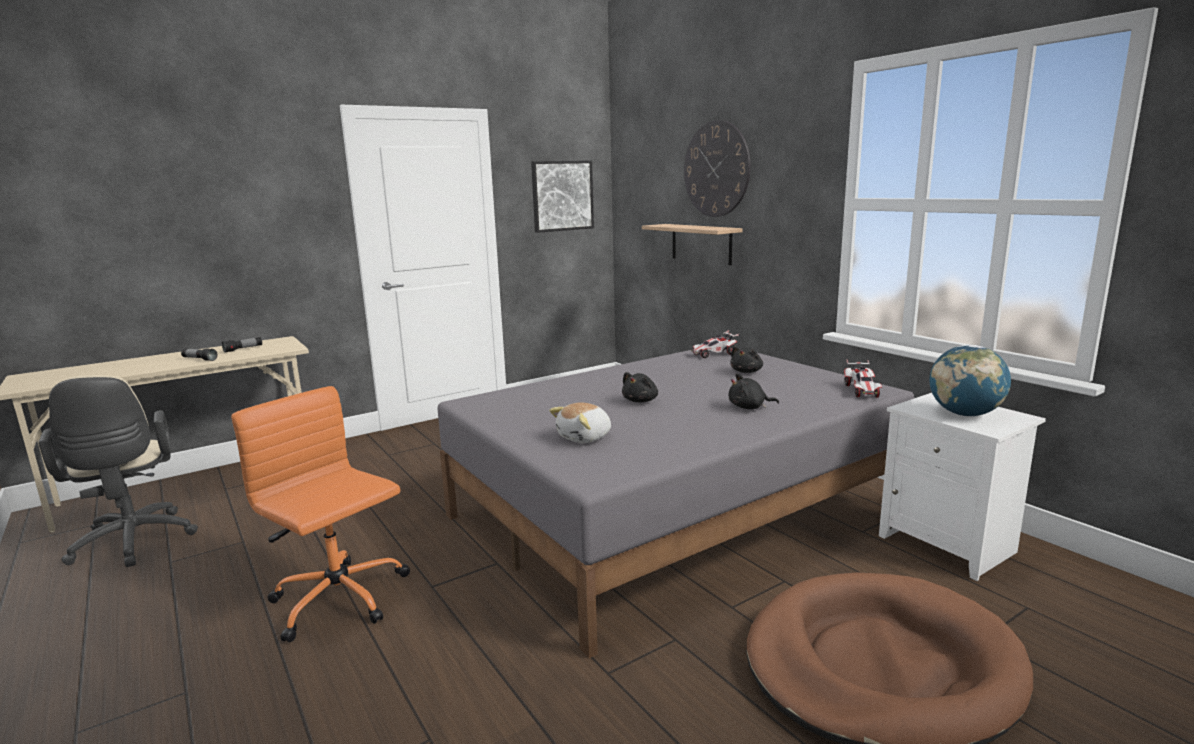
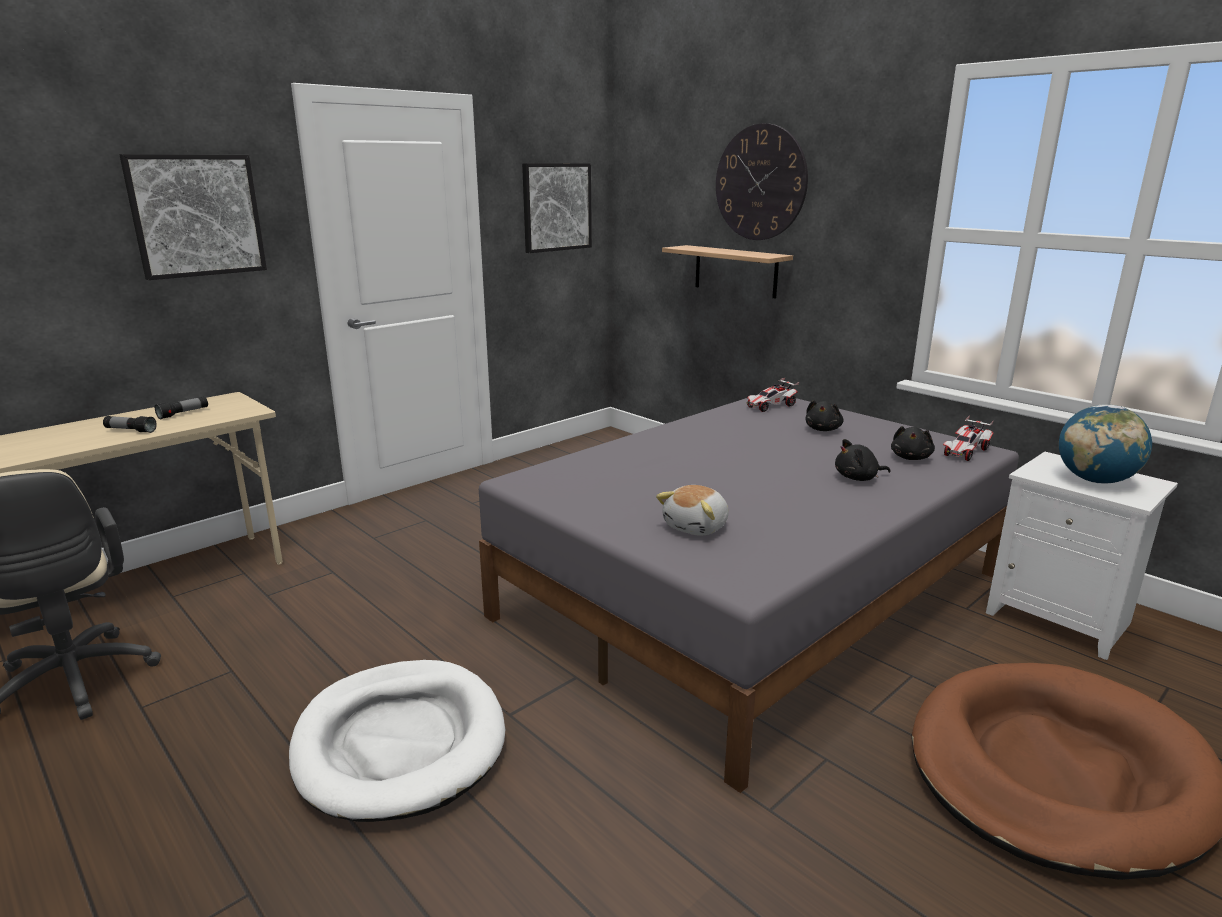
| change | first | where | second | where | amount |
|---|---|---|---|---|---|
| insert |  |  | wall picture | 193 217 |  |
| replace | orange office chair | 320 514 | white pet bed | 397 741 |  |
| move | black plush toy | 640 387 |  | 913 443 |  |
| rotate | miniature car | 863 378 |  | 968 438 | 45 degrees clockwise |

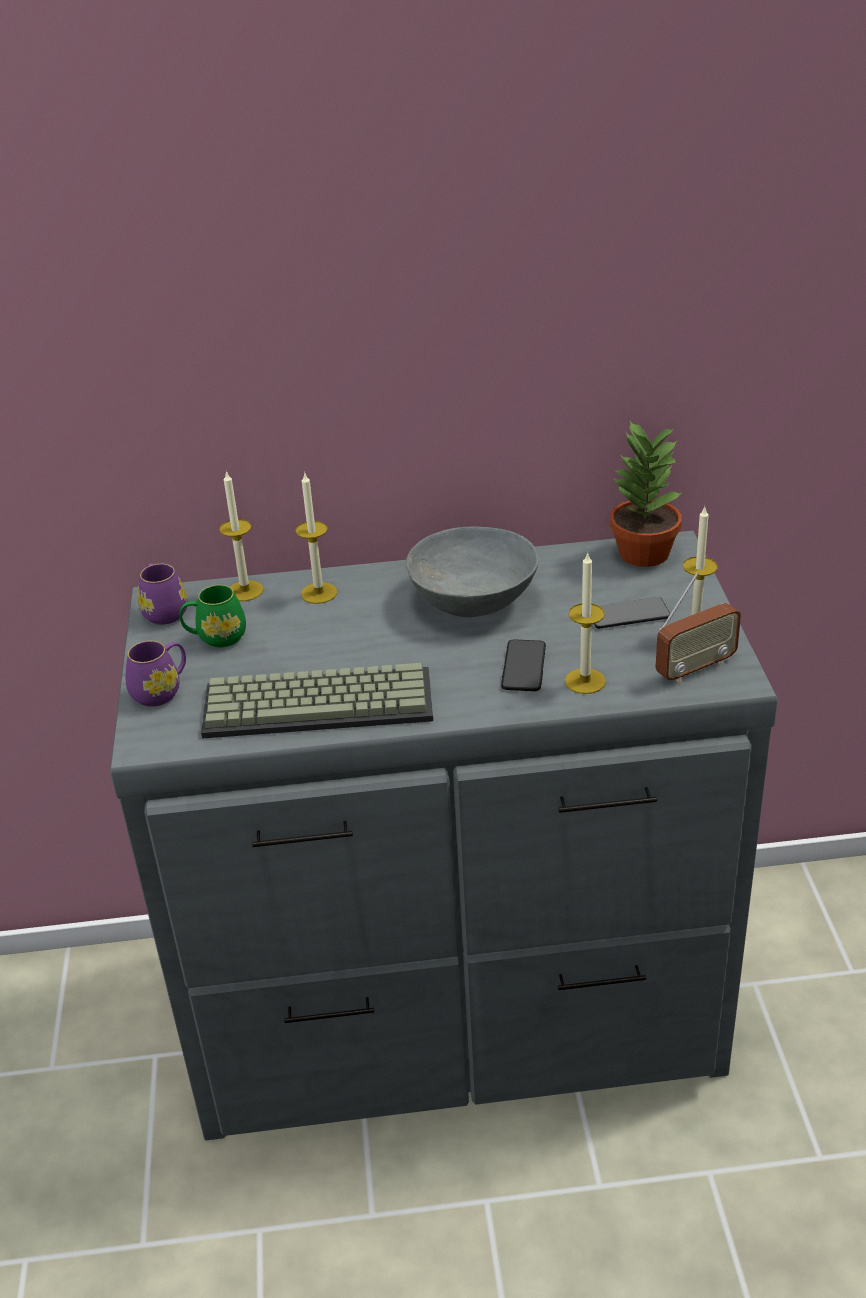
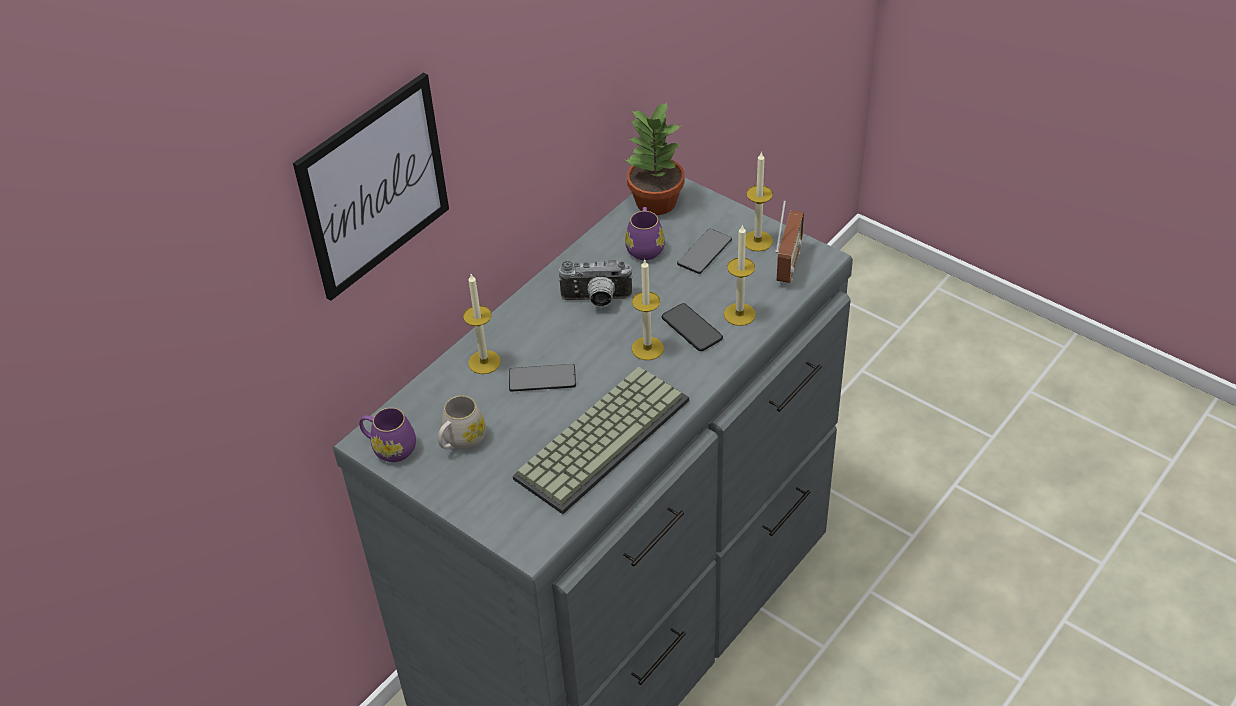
| change | first | where | second | where | amount |
|---|---|---|---|---|---|
| insert |  |  | wall picture | 371 186 |  |
| recolor | green coffee mug | 213 616 | white coffee mug | 462 422 |  |
| insert |  |  | telephone | 542 378 |  |
| replace | greyish deep dish | 472 571 | still camera | 595 283 |  |
| move | purple-coloured coffee mug | 156 674 |  | 645 233 |  |
| move | wax candle | 241 536 |  | 648 310 |  |

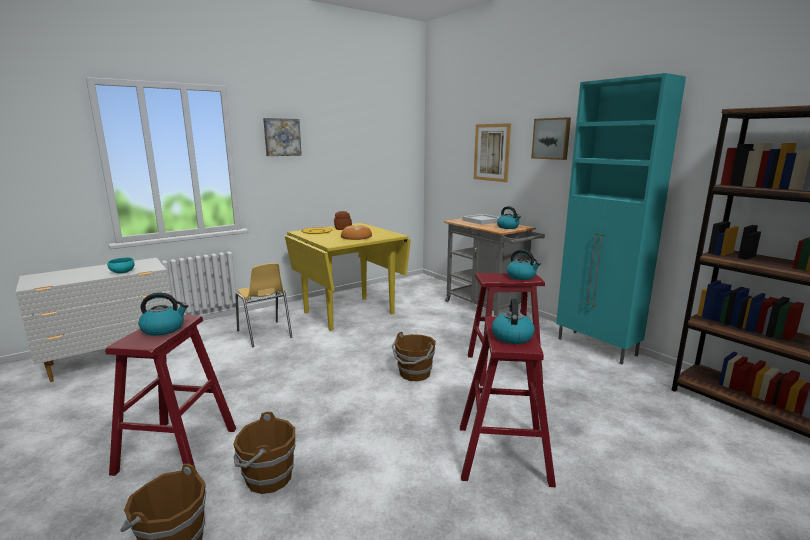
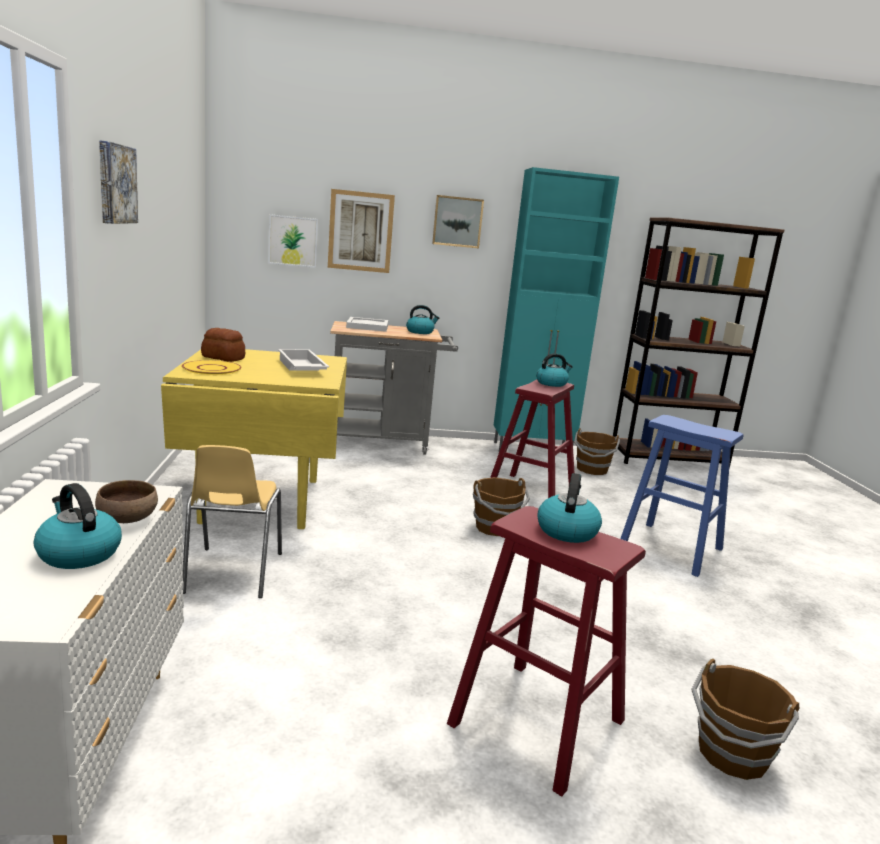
| change | first | where | second | where | amount |
|---|---|---|---|---|---|
| move | kettle | 513 321 |  | 78 526 |  |
| recolor | turquoise-coloured deep dish | 121 265 | brownish deep dish | 126 501 |  |
| rotate | yellow-coloured plain chair | 263 305 |  | 232 521 | 90 degrees clockwise |
| insert |  |  | wall picture | 293 241 |  |
| replace | bread | 356 232 | white serving tray | 303 360 |  |
| move | brownish bucket | 264 453 |  | 597 451 |  |
| recolor | reddish stool seat | 508 401 | blue stool seat | 682 496 |  |

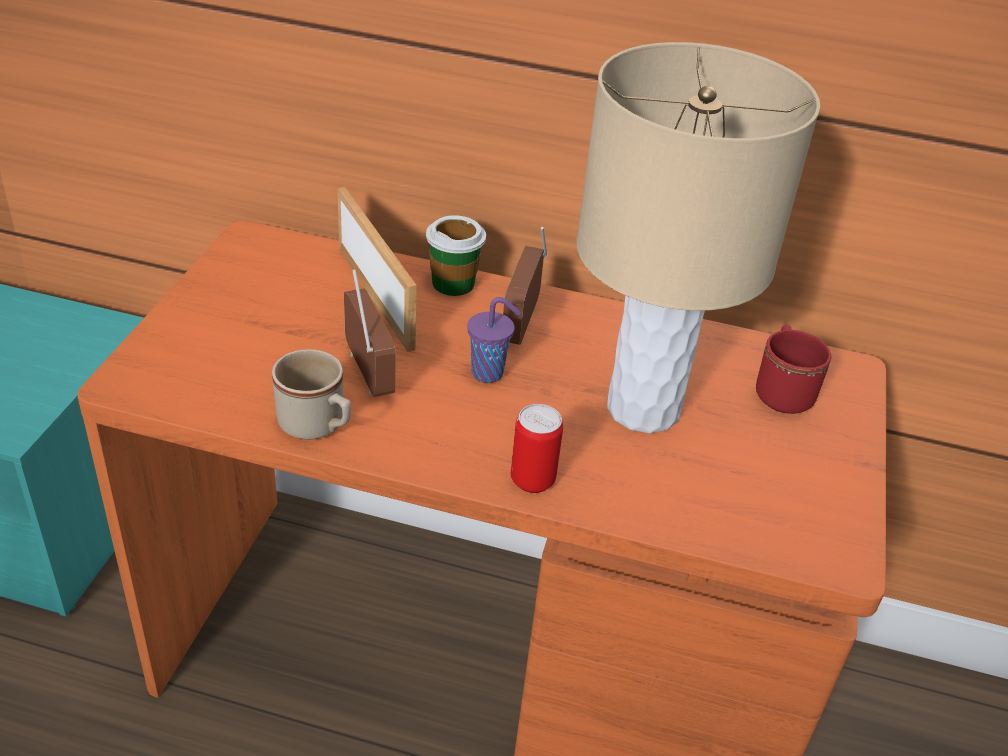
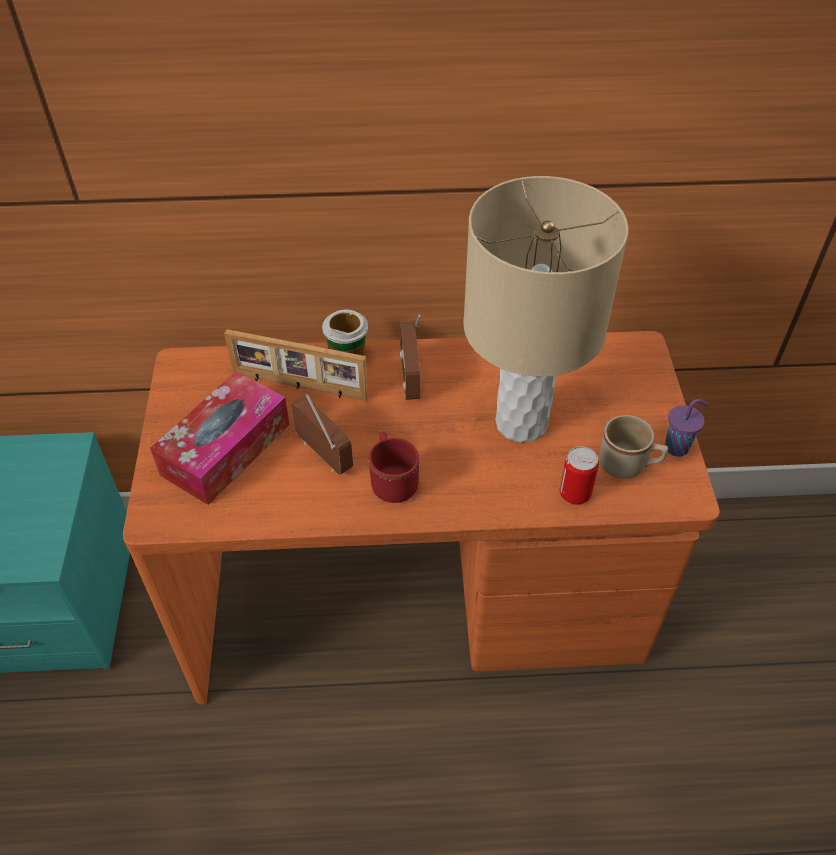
| change | first | where | second | where | amount |
|---|---|---|---|---|---|
| insert |  |  | tissue box | 220 438 |  |
| rotate | photo frame | 377 269 |  | 296 365 | 150 degrees clockwise |
| move | reddish coffee mug | 793 369 |  | 394 467 |  |
| move | sealed can | 537 448 |  | 579 475 |  |
| move | beige coffee mug | 311 394 |  | 633 447 |  |
| move | purple-coloured small cup | 494 340 |  | 687 428 |  |

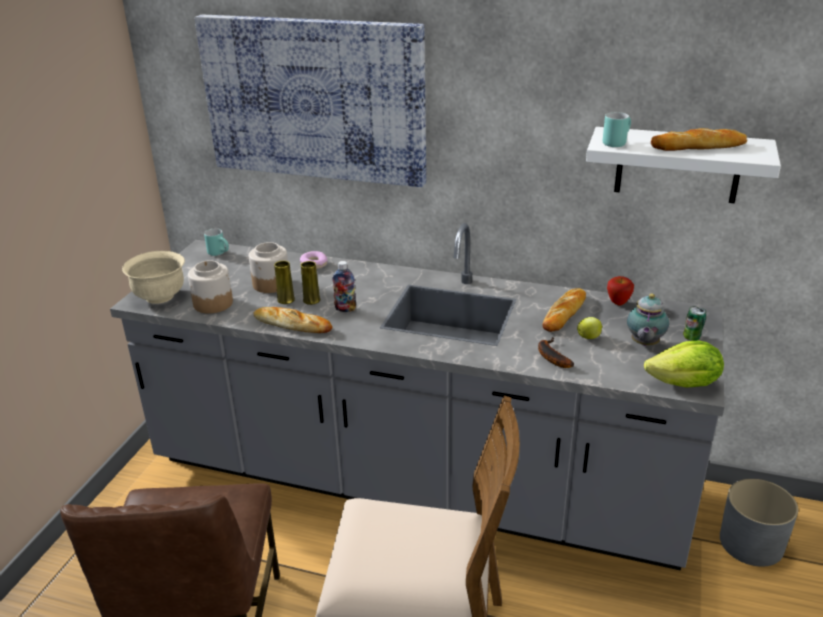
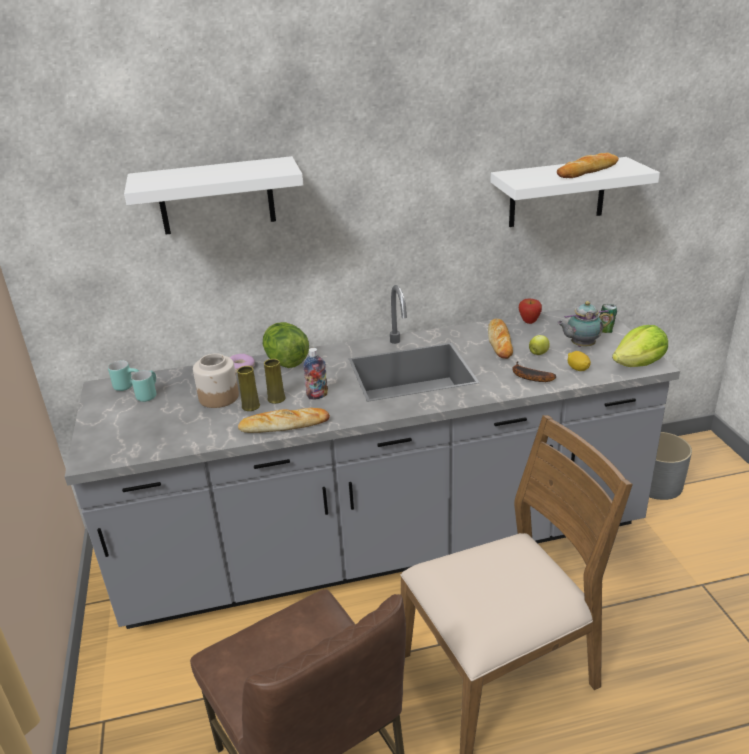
| change | first | where | second | where | amount |
|---|---|---|---|---|---|
| replace | wall picture | 310 101 | white wall shelf | 213 195 |  |
| move | turquoise-coloured coffee mug | 617 129 |  | 143 386 |  |
| insert |  |  | lettuce | 286 345 |  |
| rotate | tea pot | 648 320 |  | 584 324 | 90 degrees clockwise |
| insert |  |  | whole lemon | 579 361 |  |
| delete | beige deep dish | 153 277 |  |  |  |
| delete | storage jar | 210 287 |  |  |  |

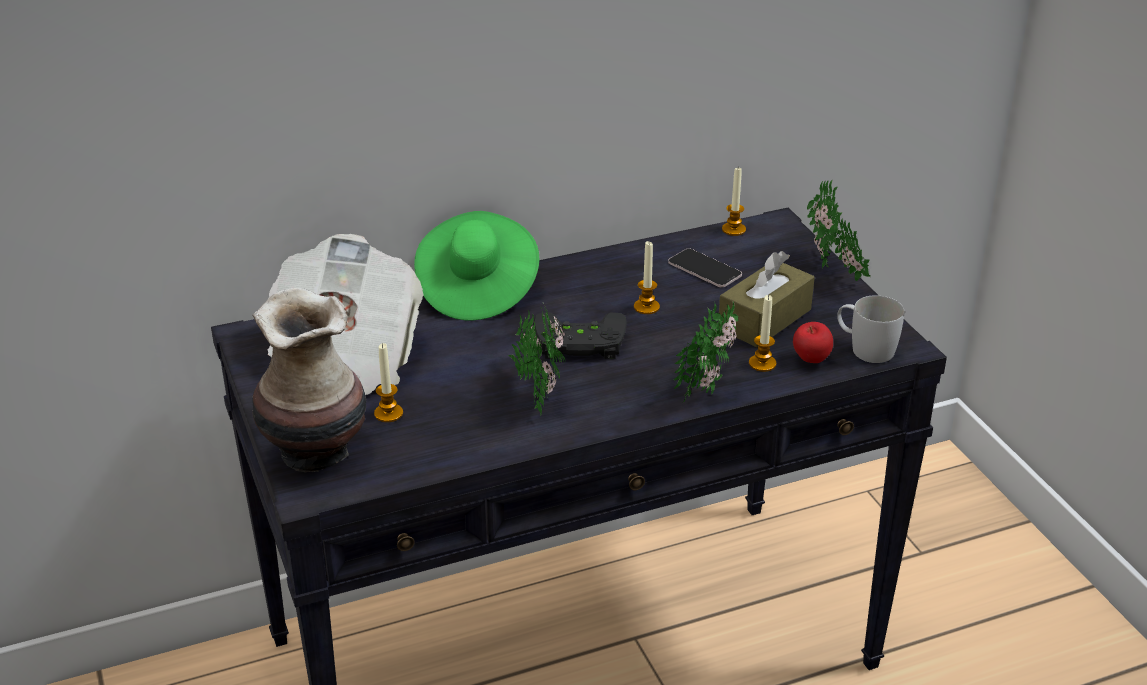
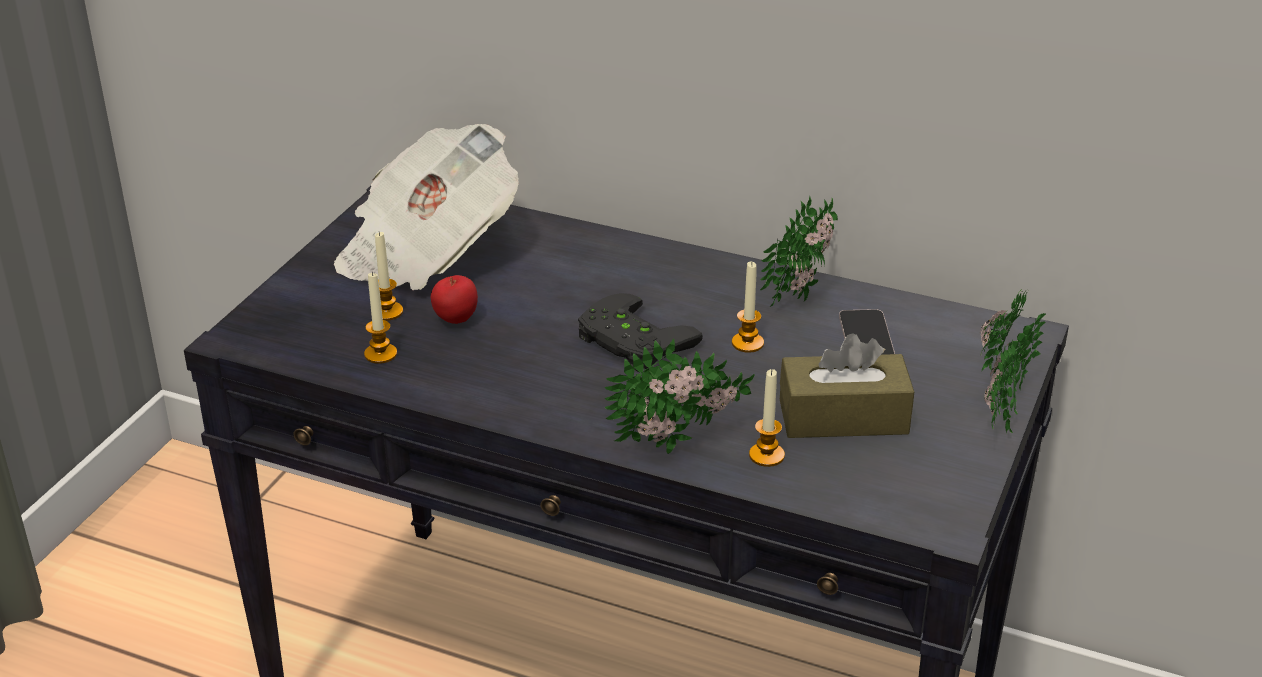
| change | first | where | second | where | amount |
|---|---|---|---|---|---|
| move | wax candle | 734 202 |  | 380 318 |  |
| move | apple | 813 342 |  | 454 299 |  |
| move | potted plant | 536 359 |  | 799 251 |  |
| delete | decorative vase | 309 380 |  |  |  |
| delete | green clothing hat | 476 265 |  |  |  |
| delete | white coffee mug | 870 329 |  |  |  |

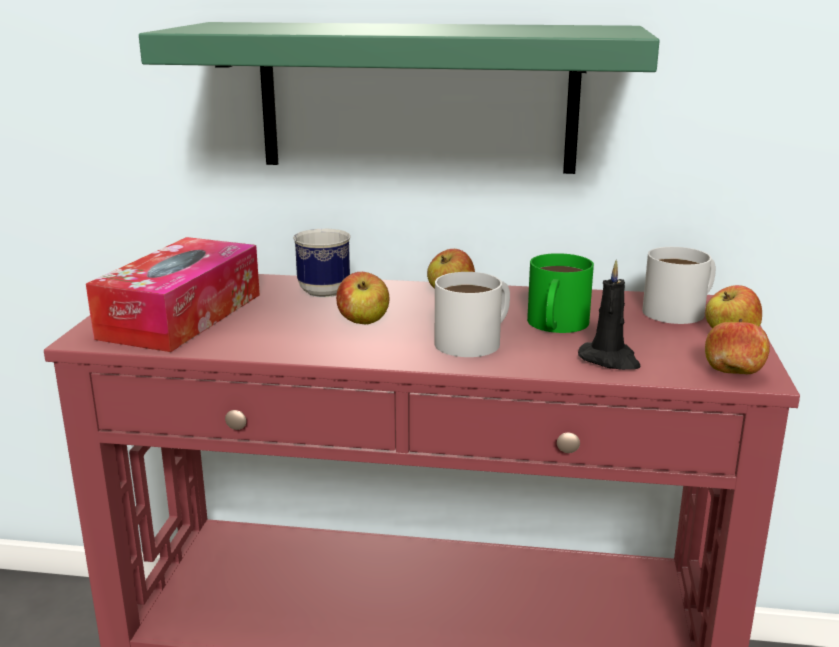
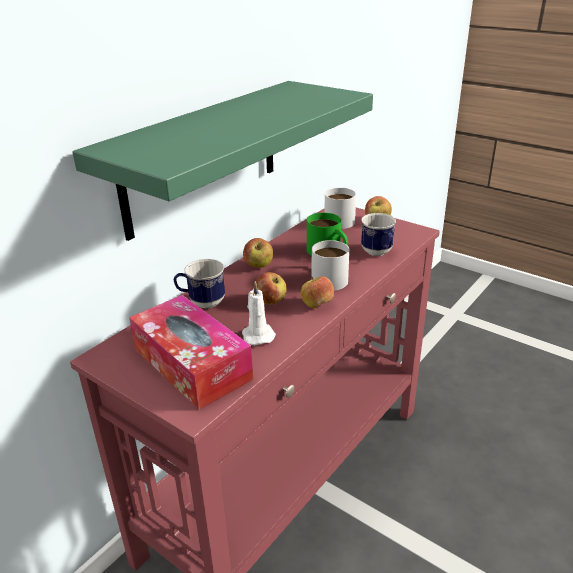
| change | first | where | second | where | amount |
|---|---|---|---|---|---|
| insert |  |  | white wax candle | 259 313 |  |
| move | apple | 737 346 |  | 317 292 |  |
| replace | black wax candle | 609 315 | coffee mug | 378 234 |  |

